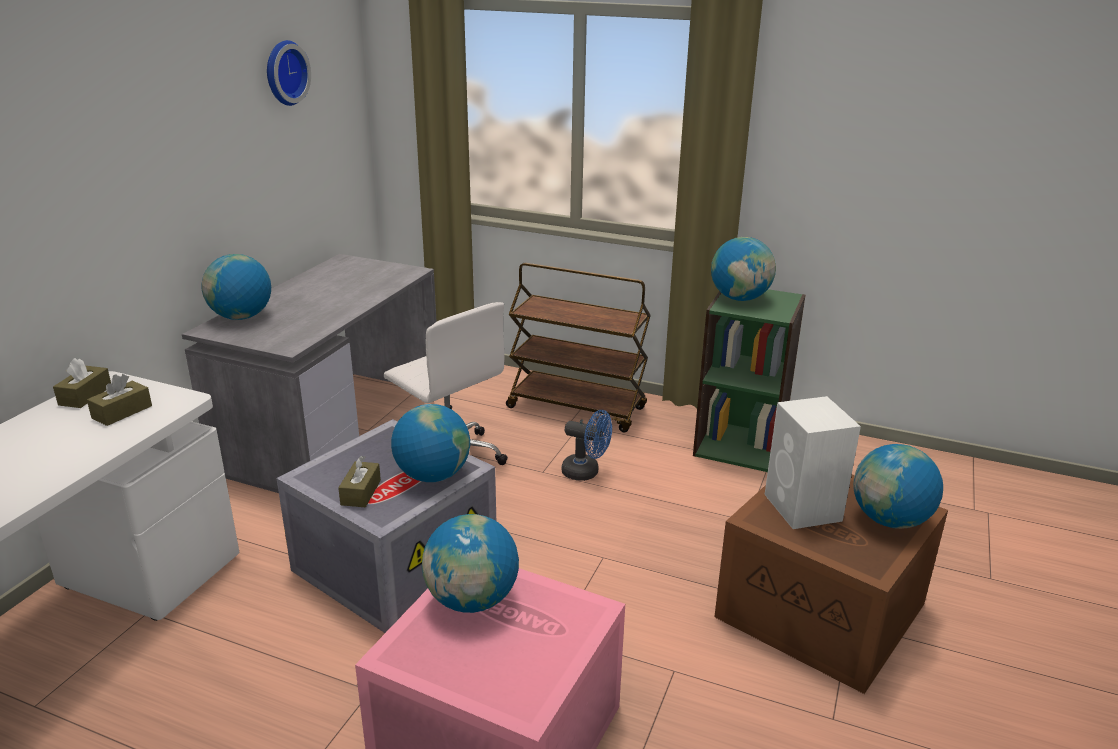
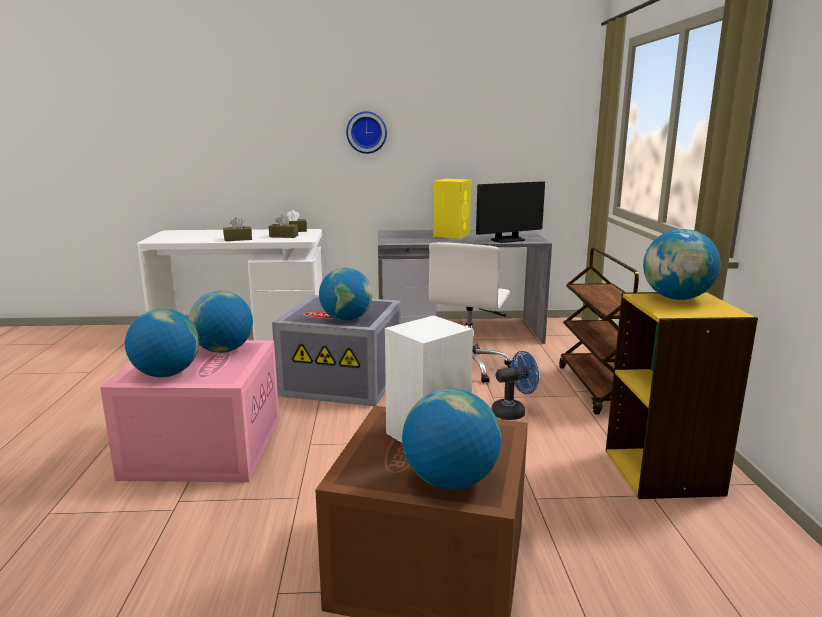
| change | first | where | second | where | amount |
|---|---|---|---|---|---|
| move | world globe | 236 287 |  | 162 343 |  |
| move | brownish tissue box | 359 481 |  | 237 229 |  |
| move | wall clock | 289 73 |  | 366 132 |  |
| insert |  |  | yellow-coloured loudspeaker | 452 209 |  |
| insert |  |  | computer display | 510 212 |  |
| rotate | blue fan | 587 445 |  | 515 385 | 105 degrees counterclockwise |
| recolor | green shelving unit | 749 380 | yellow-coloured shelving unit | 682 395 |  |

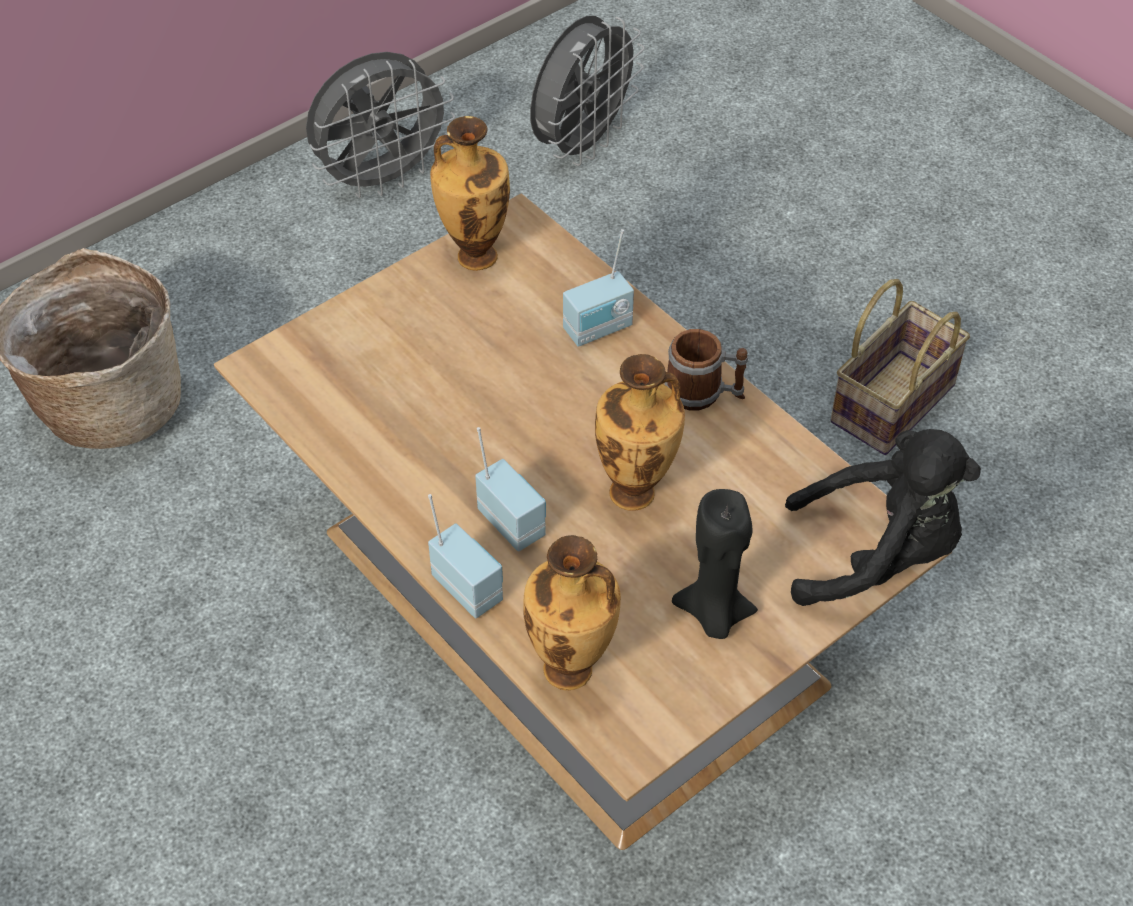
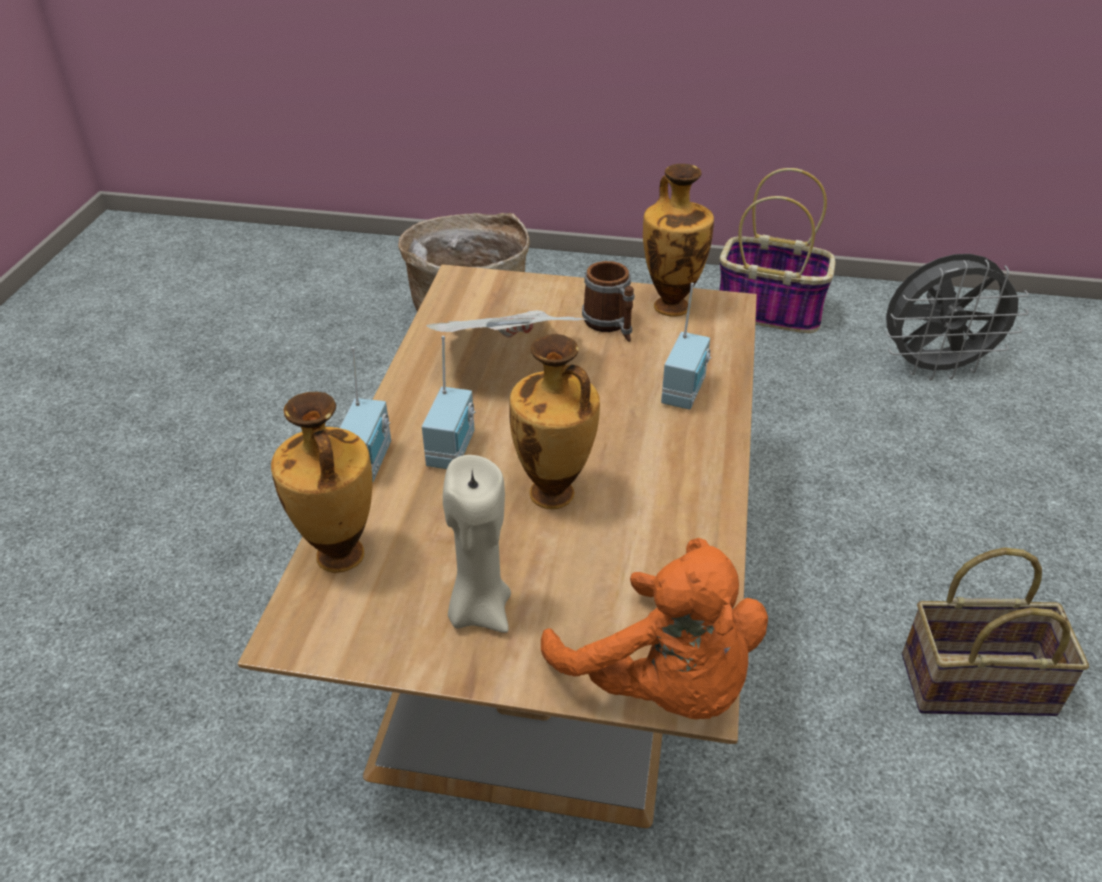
| change | first | where | second | where | amount |
|---|---|---|---|---|---|
| insert |  |  | printed paper | 508 324 |  |
| recolor | black wax candle | 715 564 | beige wax candle | 477 544 |  |
| recolor | black plush toy | 883 517 | orange plush toy | 654 629 |  |
| move | coffee mug | 706 370 |  | 608 301 |  |
| rotate | radio receiver | 598 288 |  | 686 346 | 90 degrees counterclockwise |
| replace | greyish fan | 380 125 | basket | 777 250 |  |

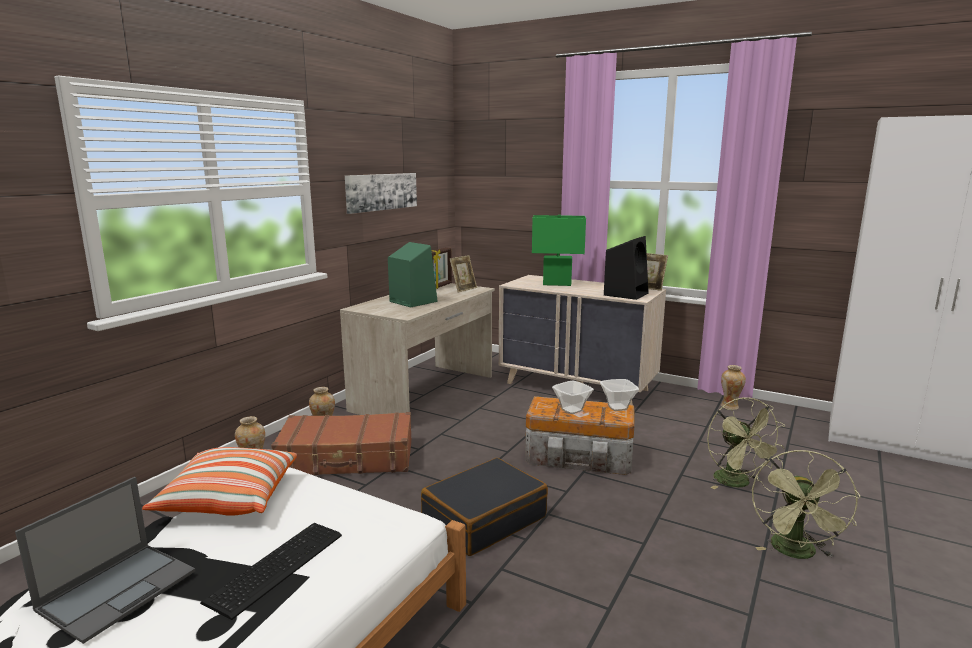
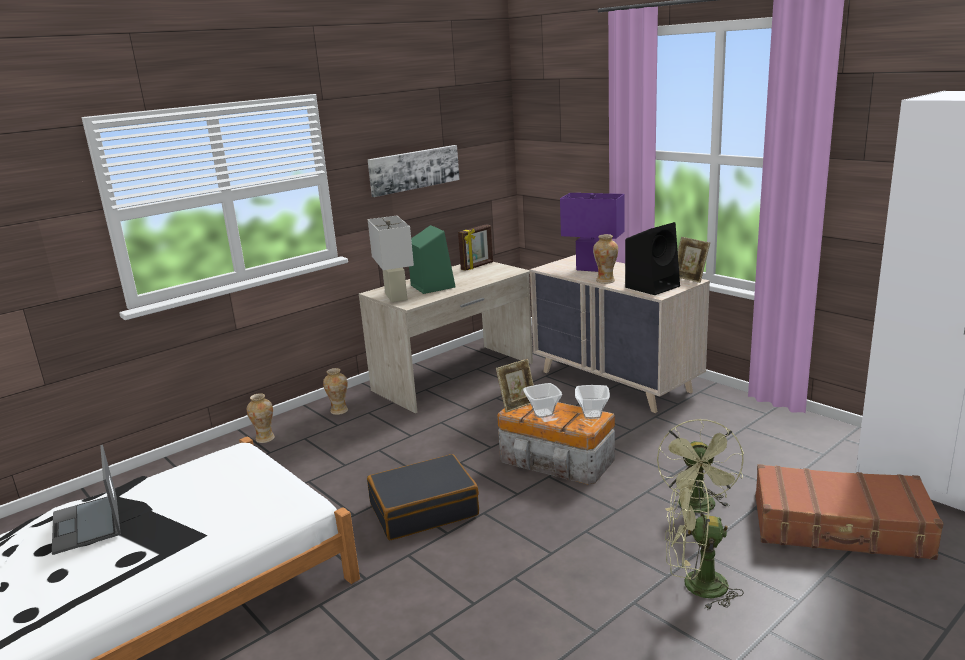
| change | first | where | second | where | amount |
|---|---|---|---|---|---|
| rotate | notebook computer | 105 560 |  | 86 500 | 105 degrees clockwise |
| insert |  |  | white table lamp | 391 259 |  |
| move | photo frame | 463 274 |  | 515 386 |  |
| recolor | green table lamp | 559 250 | purple-coloured table lamp | 592 232 |  |
| move | decorative vase | 733 387 |  | 605 259 |  |
| rotate | green fan | 806 504 |  | 704 544 | 60 degrees clockwise |
| move | brownish travel case | 341 443 |  | 849 512 |  |
| delete | throw pillow | 219 481 |  |  |  |
| delete | PC keyboard | 271 571 |  |  |  |

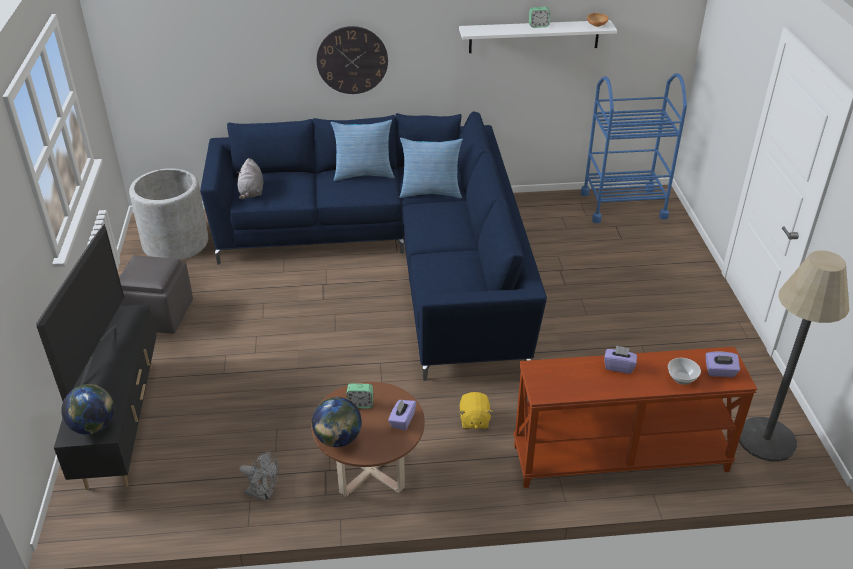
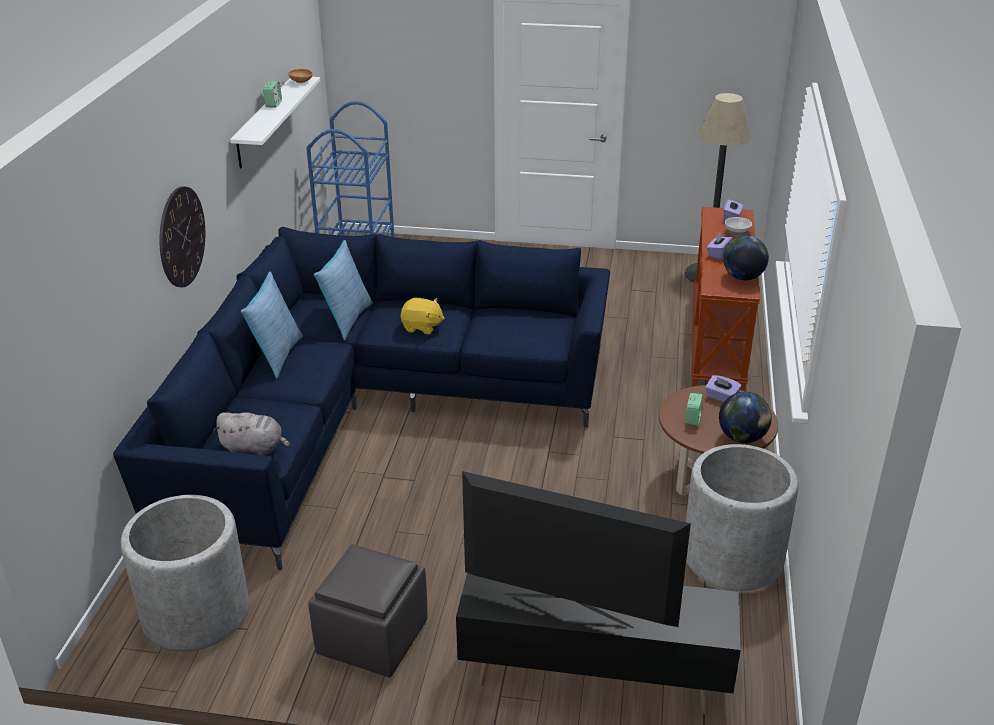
| change | first | where | second | where | amount |
|---|---|---|---|---|---|
| move | yellow-coloured plush toy | 476 410 |  | 422 316 |  |
| replace | greyish fan | 259 476 | greyish flower pot | 742 517 |  |
| move | world globe | 87 409 |  | 746 258 |  |

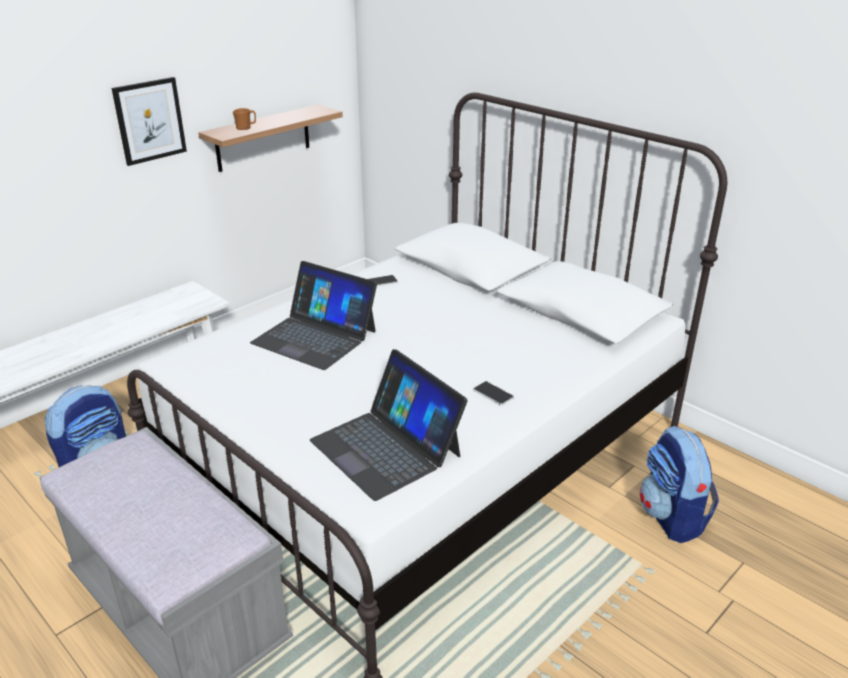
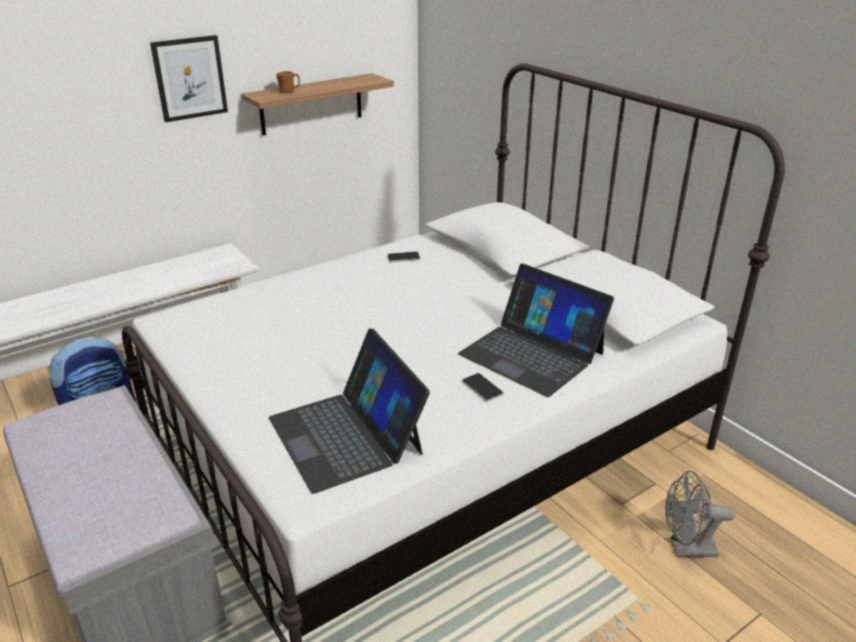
| change | first | where | second | where | amount |
|---|---|---|---|---|---|
| move | notebook computer | 313 315 |  | 536 330 |  |
| replace | knapsack | 679 484 | greyish fan | 700 514 |  |

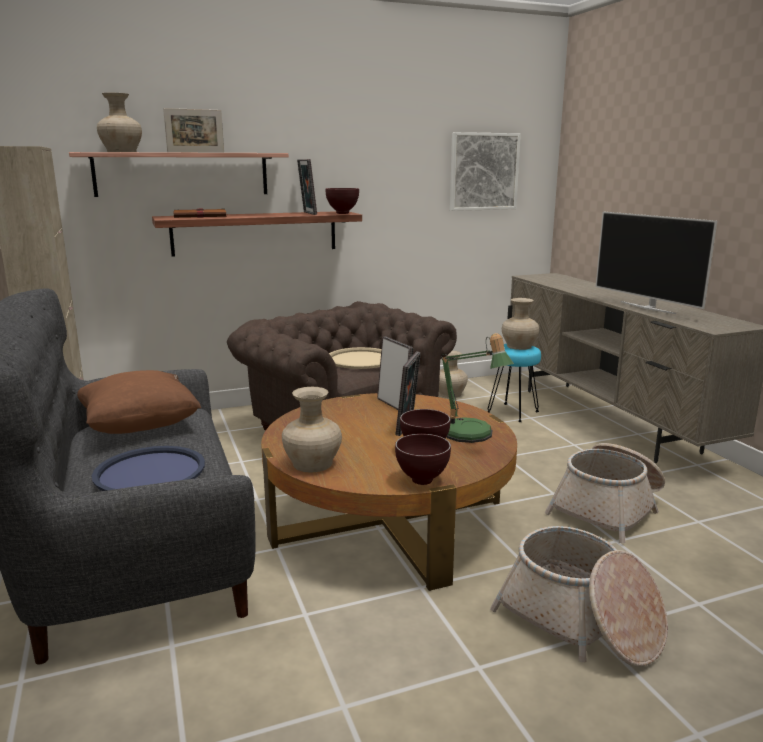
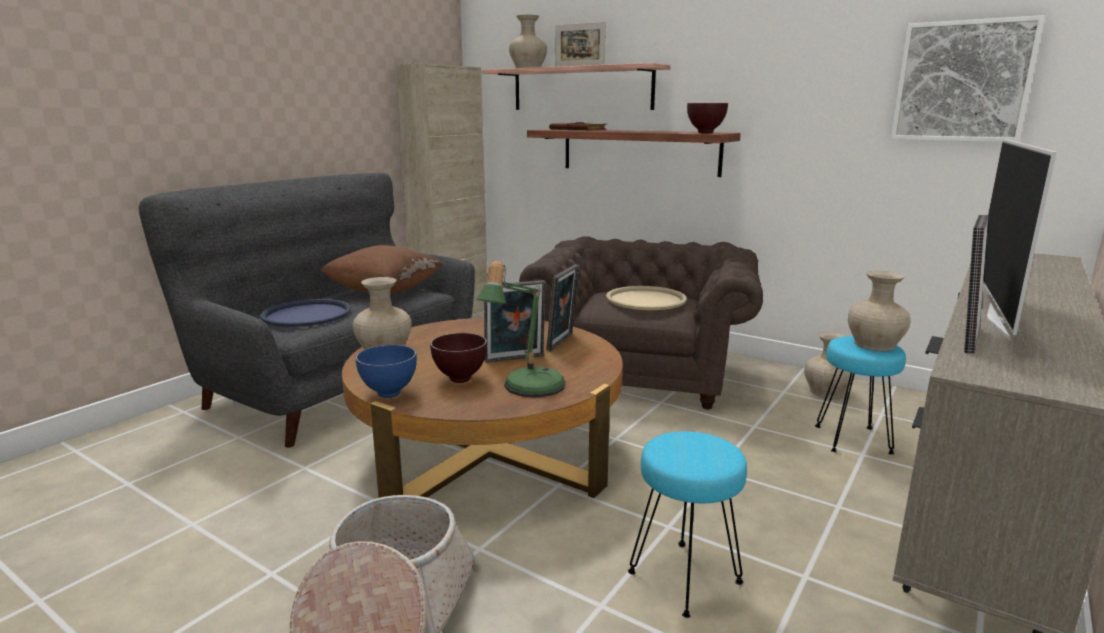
| change | first | where | second | where | amount |
|---|---|---|---|---|---|
| recolor | brownish deep dish | 423 459 | blue deep dish | 386 371 |  |
| replace | basket | 605 493 | turquoise-coloured stool seat | 687 524 |  |
| move | photo frame | 307 187 |  | 976 284 |  |

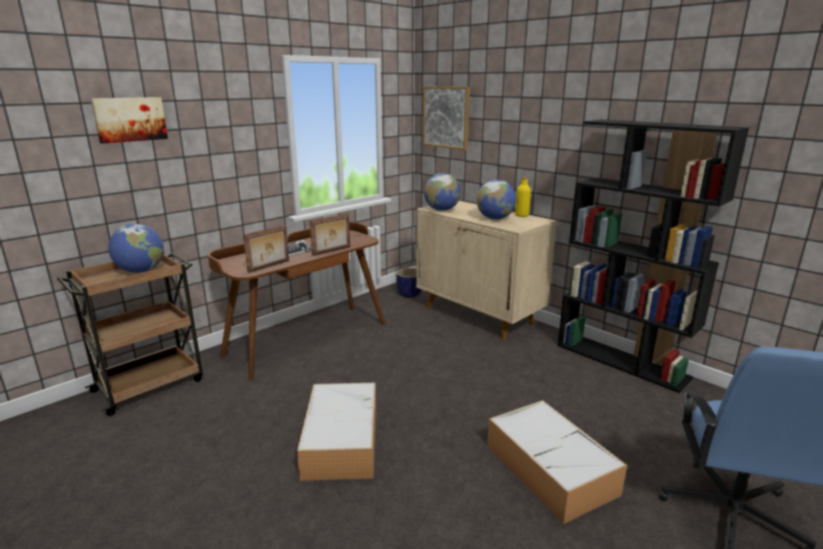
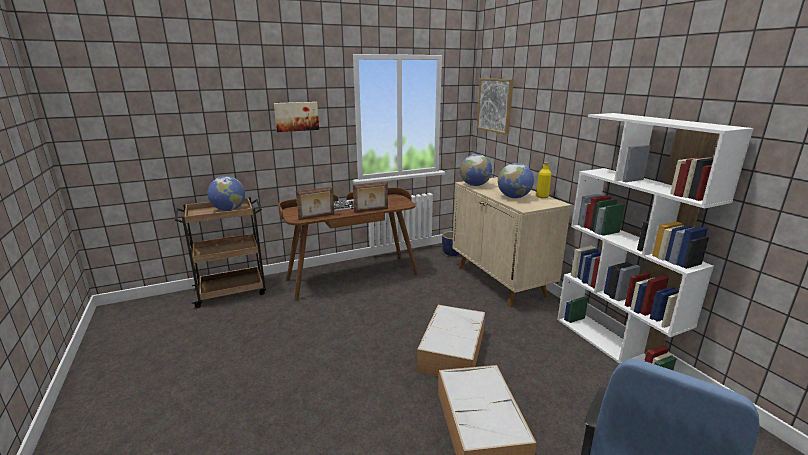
| change | first | where | second | where | amount |
|---|---|---|---|---|---|
| move | wall picture | 129 120 |  | 296 117 |  |
| move | storage container | 336 432 |  | 451 340 |  |
| recolor | black shelving unit | 653 256 | white shelving unit | 655 241 |  |

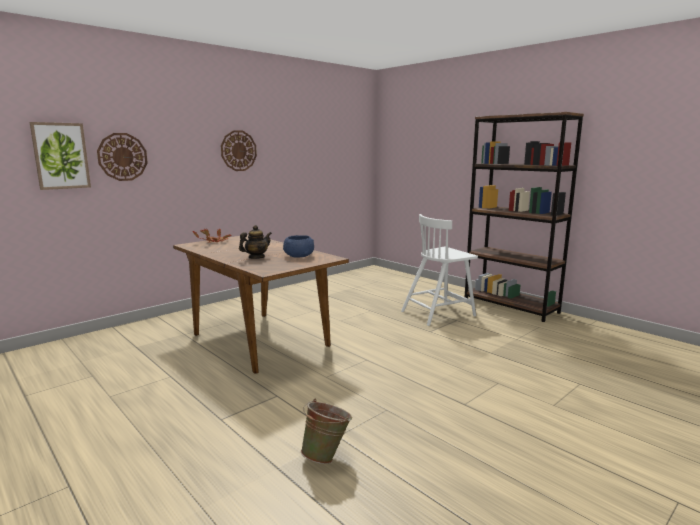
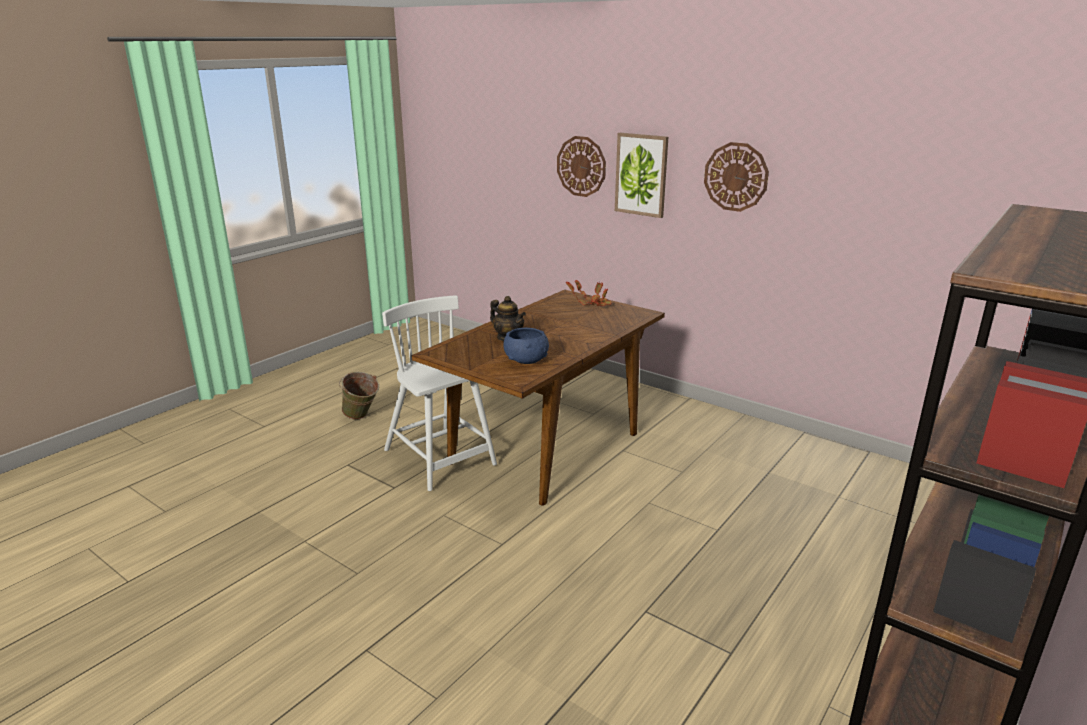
| change | first | where | second | where | amount |
|---|---|---|---|---|---|
| move | green bucket | 326 431 |  | 359 396 |  |
| move | white plain chair | 439 270 |  | 439 393 |  |
| move | wall picture | 60 156 |  | 641 175 |  |

